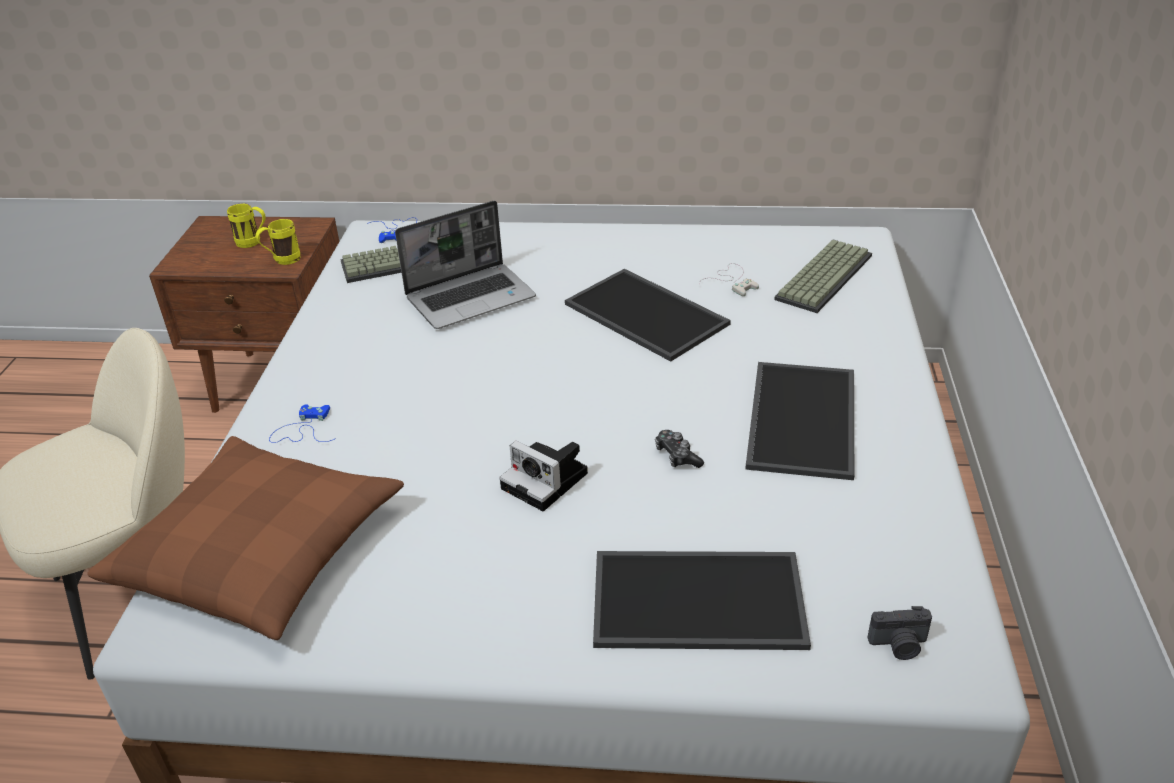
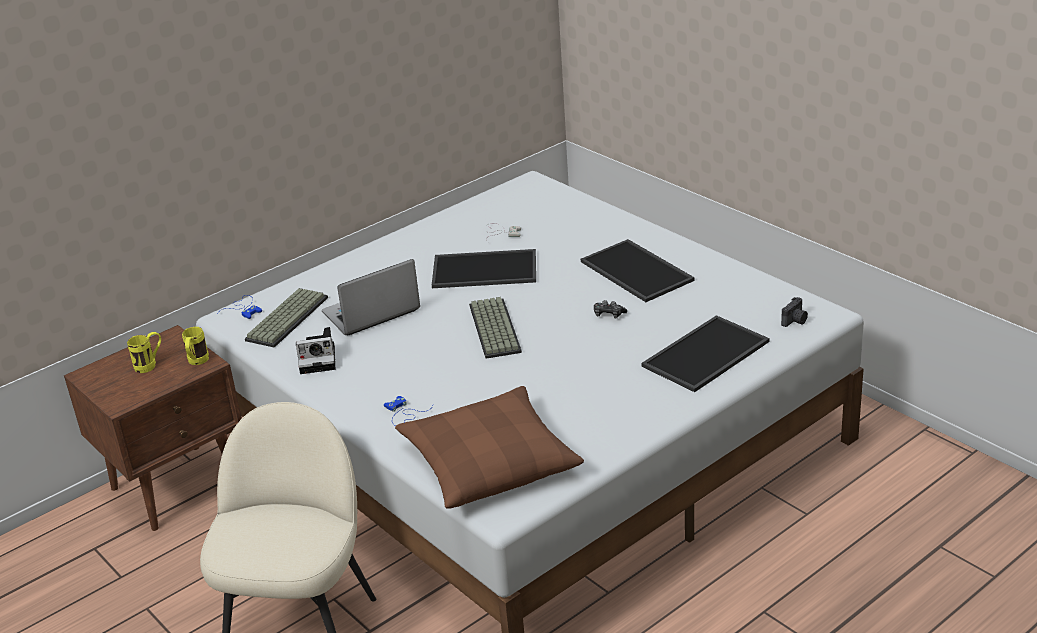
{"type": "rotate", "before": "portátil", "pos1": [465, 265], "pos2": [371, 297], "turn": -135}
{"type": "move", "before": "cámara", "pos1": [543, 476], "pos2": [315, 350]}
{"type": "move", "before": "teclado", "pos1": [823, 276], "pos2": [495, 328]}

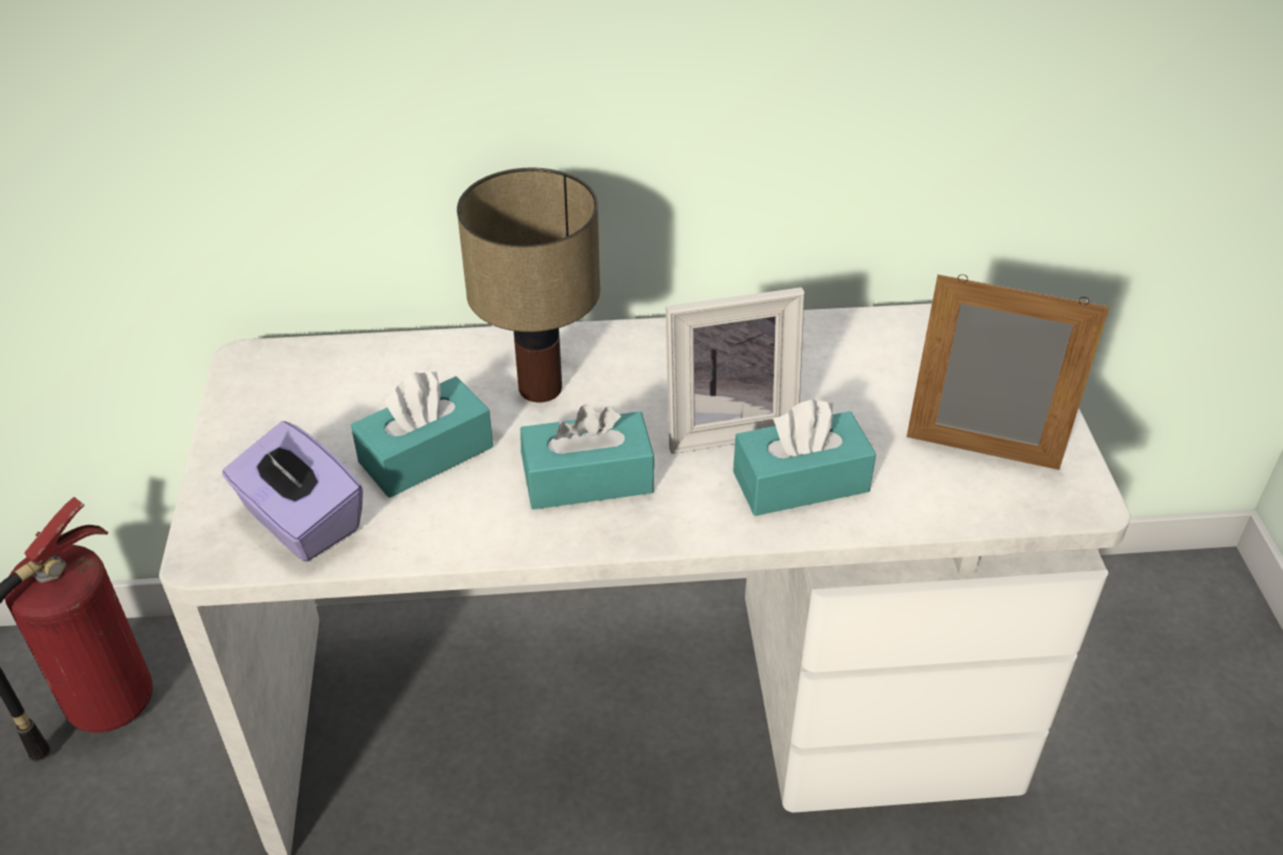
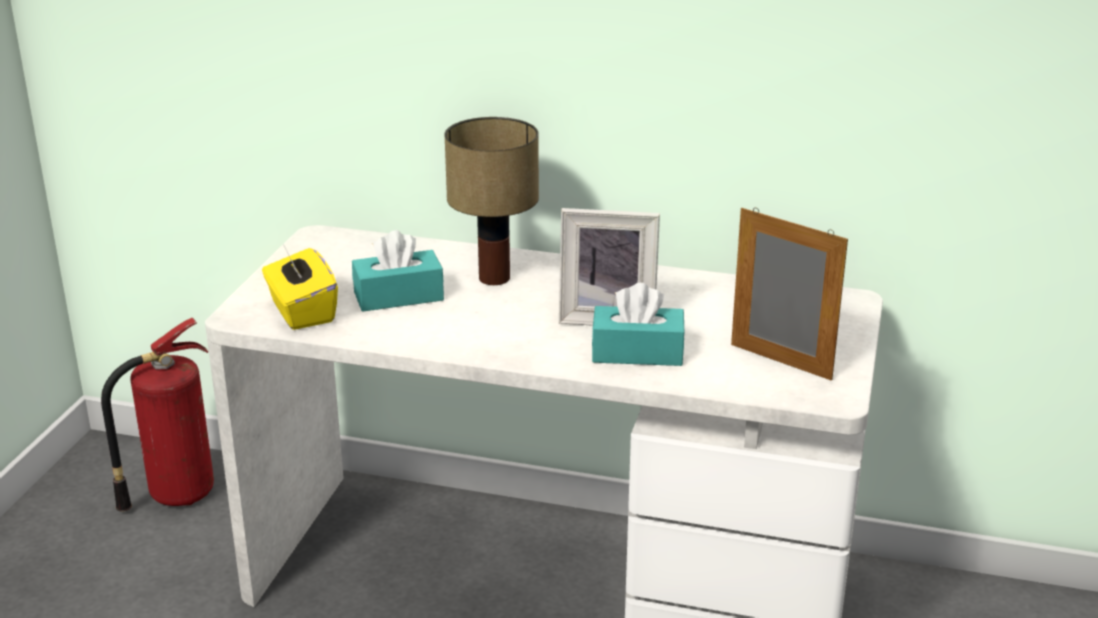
{"type": "recolor", "before": "caja de pañuelos [morado]", "after": "caja de pañuelos [amarillo]", "pos1": [292, 491], "pos2": [300, 287]}
{"type": "delete", "before": "caja de pañuelos [turquesa]", "pos1": [587, 457]}

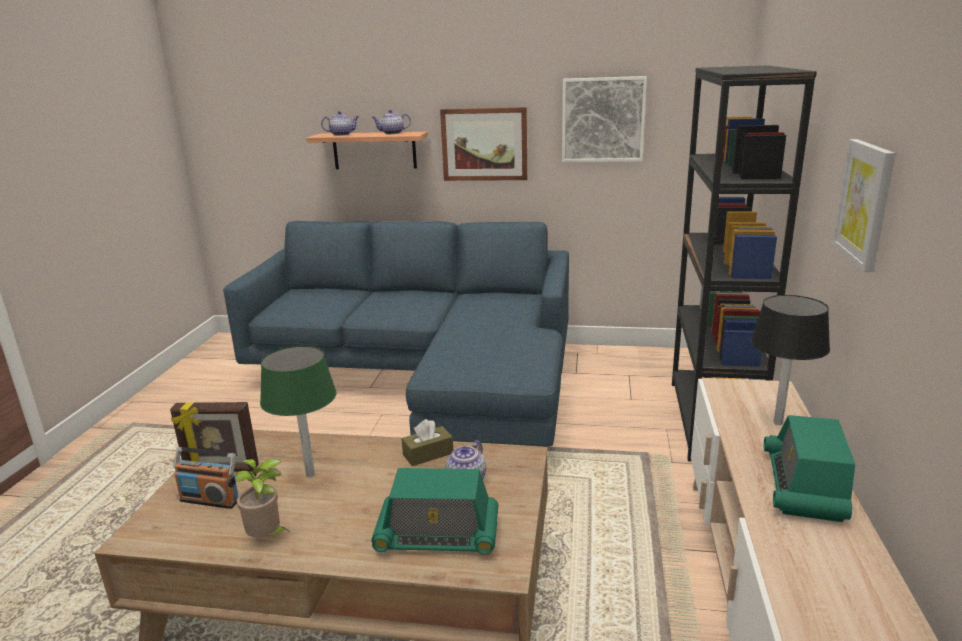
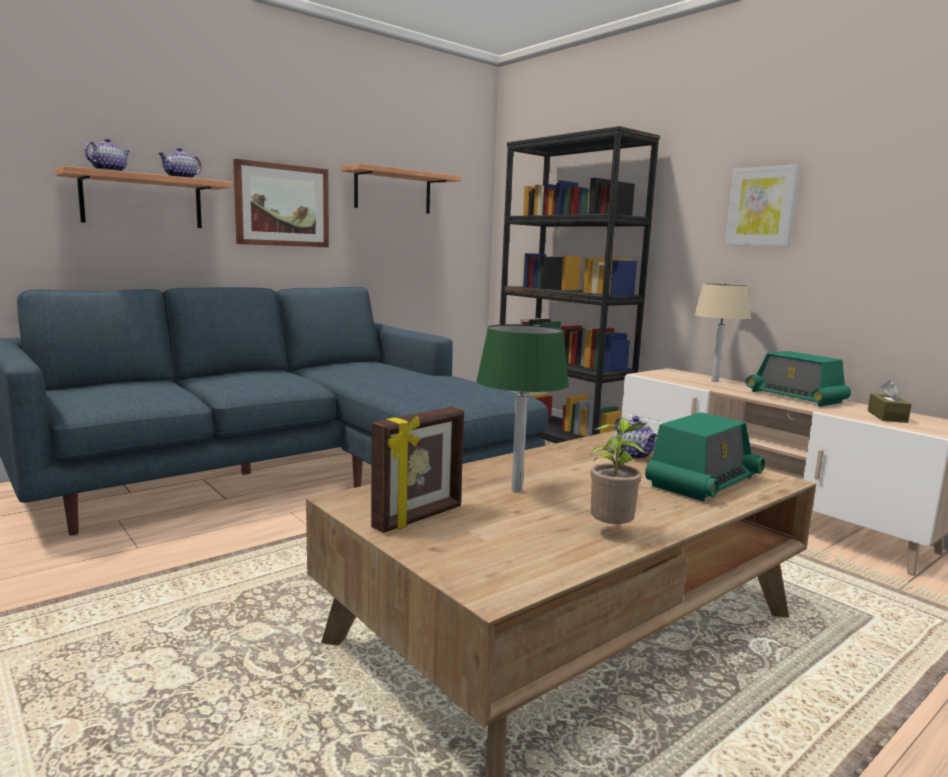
{"type": "delete", "before": "radio", "pos1": [206, 478]}
{"type": "move", "before": "caja de pañuelos [marrón]", "pos1": [427, 442], "pos2": [890, 401]}
{"type": "replace", "before": "cuadro", "after": "estante", "pos1": [604, 119], "pos2": [401, 188]}
{"type": "recolor", "before": "lámpara de mesa [negro]", "after": "lámpara de mesa [beis]", "pos1": [790, 360], "pos2": [722, 332]}

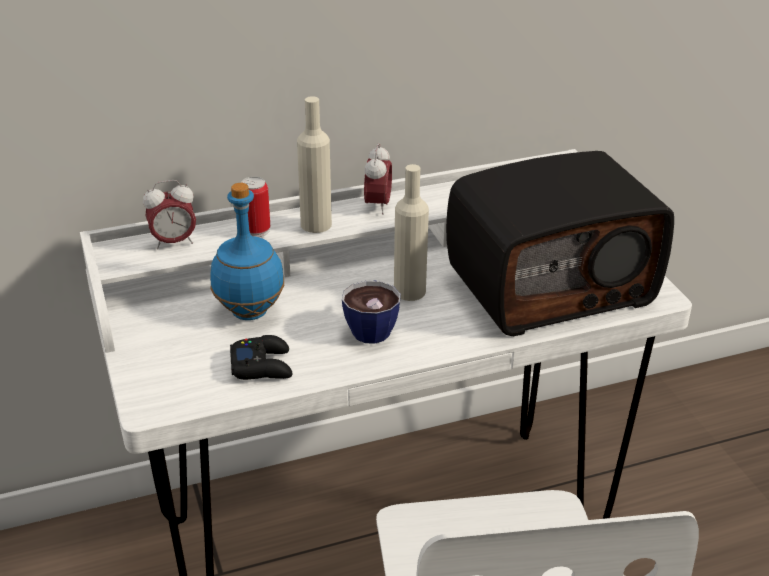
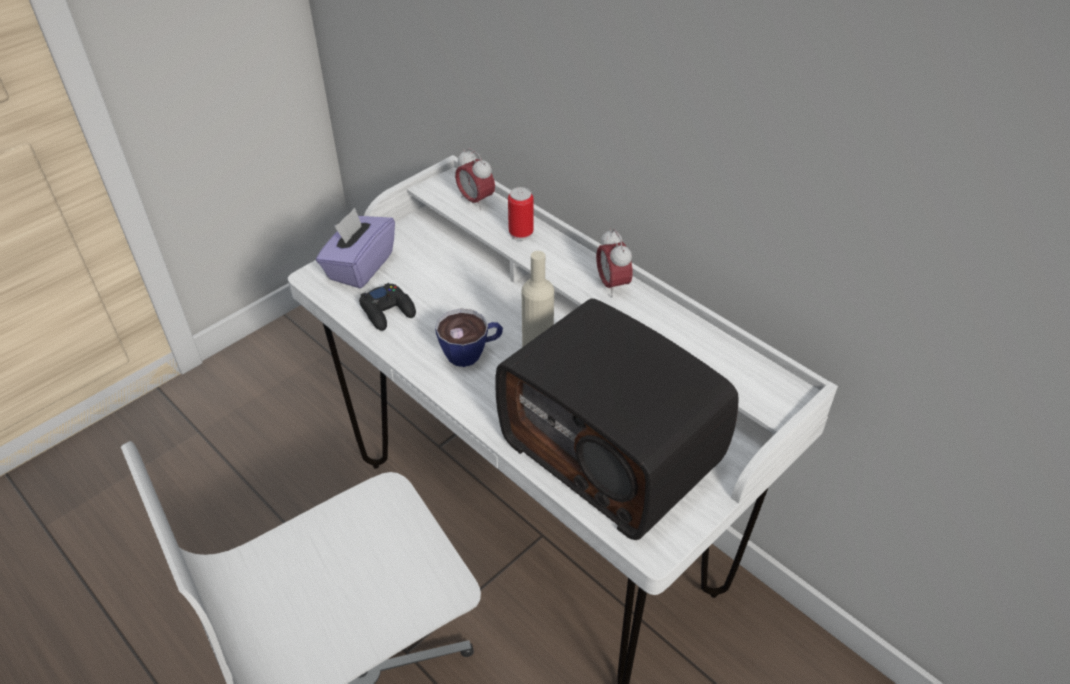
{"type": "delete", "before": "botella [azul]", "pos1": [247, 251]}
{"type": "delete", "before": "botella [beis]", "pos1": [314, 164]}
{"type": "rotate", "before": "despertador", "pos1": [378, 179], "pos2": [614, 262], "turn": 90}
{"type": "insert", "after": "caja de pañuelos [morado]", "pos2": [355, 248]}

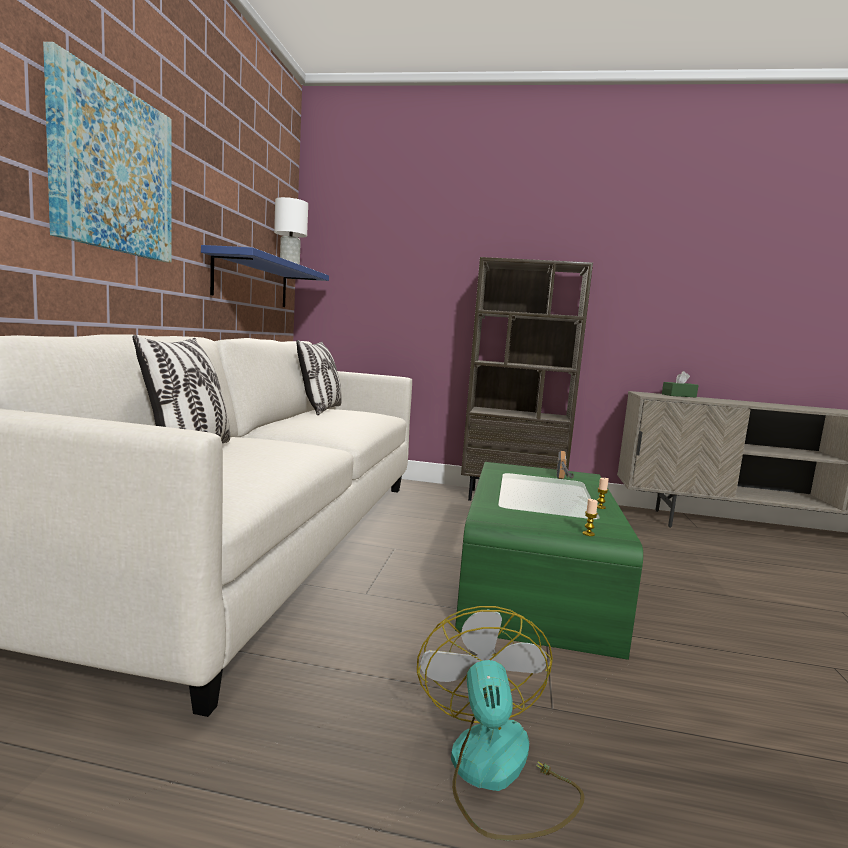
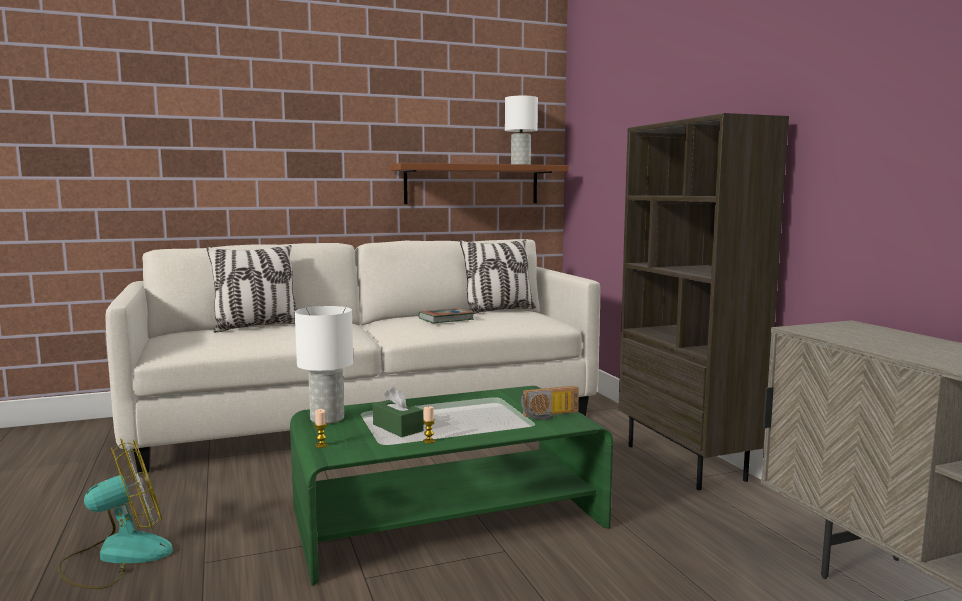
{"type": "delete", "before": "cuadro", "pos1": [107, 152]}
{"type": "recolor", "before": "estante [azul]", "after": "estante [marrón]", "pos1": [265, 276], "pos2": [479, 183]}
{"type": "move", "before": "caja de pañuelos [verde]", "pos1": [680, 384], "pos2": [398, 411]}
{"type": "insert", "after": "lámpara de mesa [blanco]", "pos2": [324, 365]}
{"type": "insert", "after": "libro", "pos2": [446, 315]}

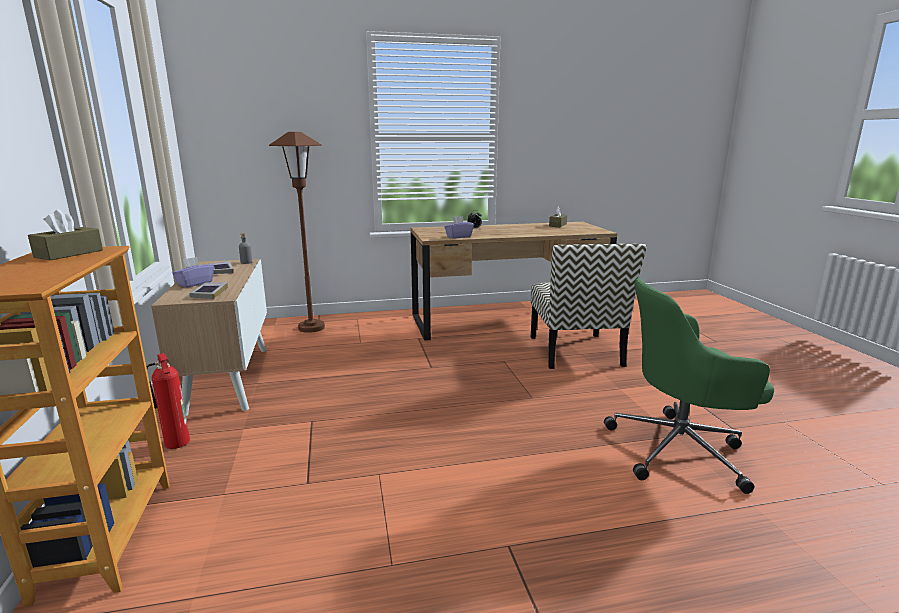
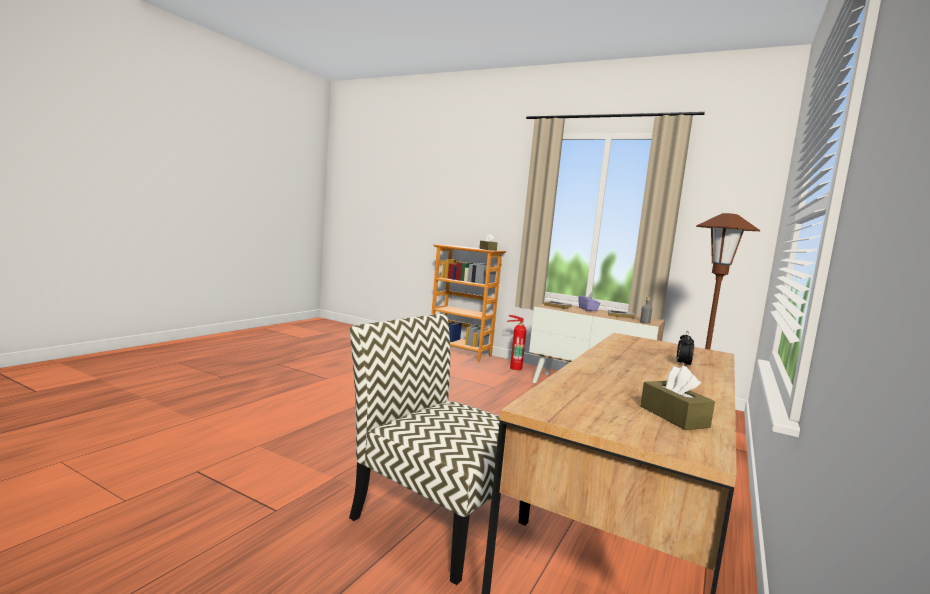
{"type": "delete", "before": "caja de pañuelos [morado]", "pos1": [459, 227]}
{"type": "delete", "before": "silla de oficina [verde]", "pos1": [689, 386]}

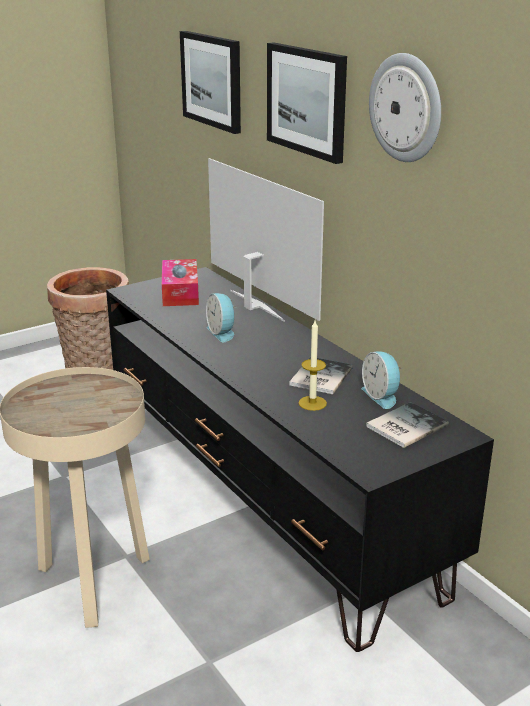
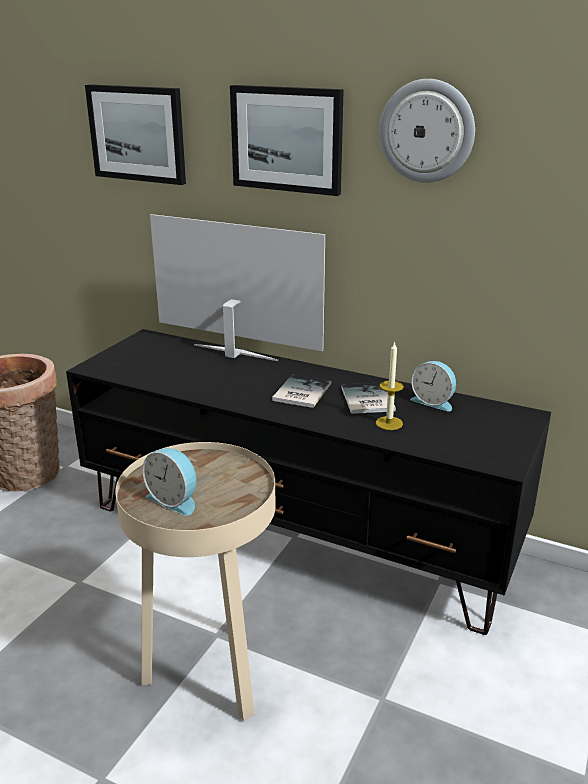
{"type": "delete", "before": "caja de pañuelos", "pos1": [180, 282]}
{"type": "move", "before": "despertador", "pos1": [221, 317], "pos2": [170, 482]}
{"type": "move", "before": "libro", "pos1": [407, 425], "pos2": [302, 391]}

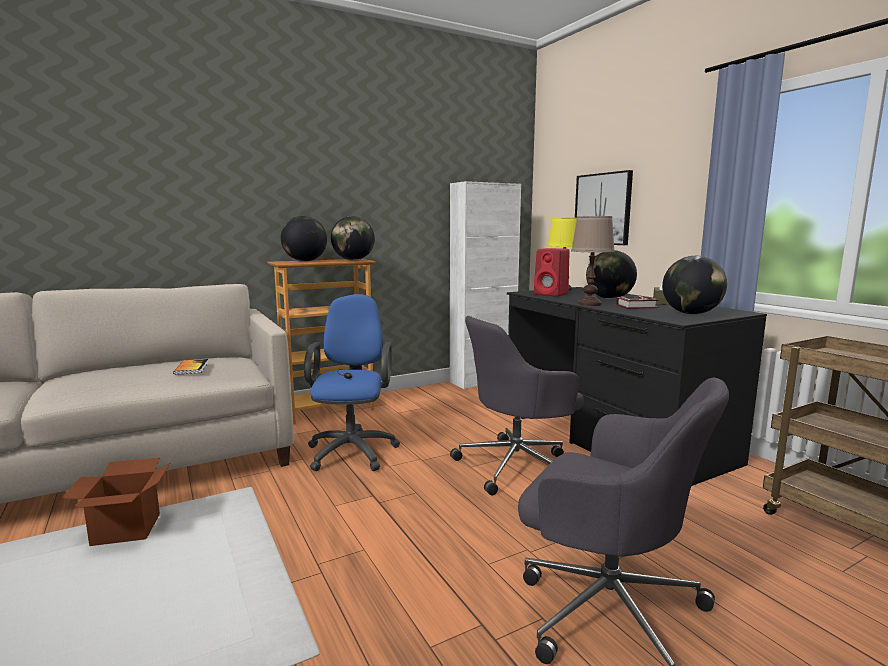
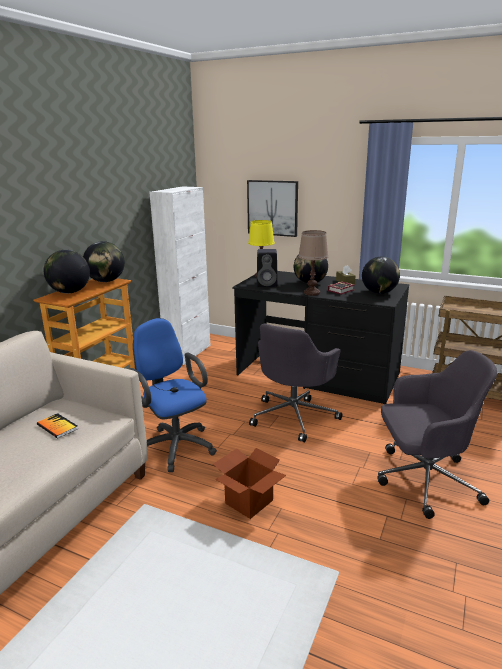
{"type": "move", "before": "caja de cartón", "pos1": [115, 502], "pos2": [249, 483]}
{"type": "recolor", "before": "altavoz [rojo]", "after": "altavoz [negro]", "pos1": [552, 272], "pos2": [267, 268]}

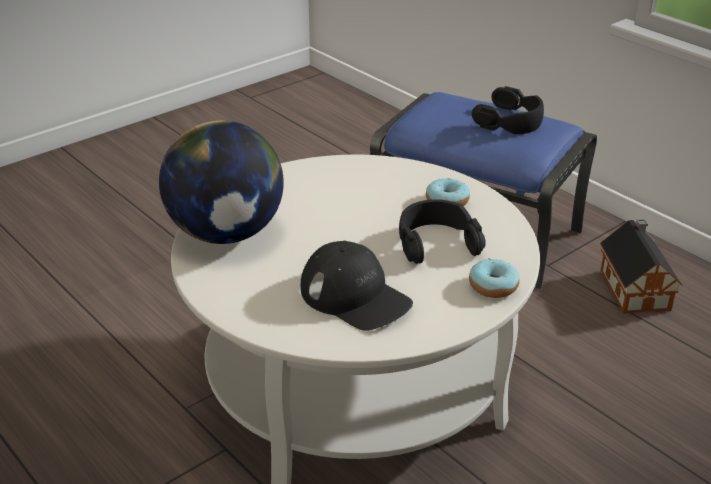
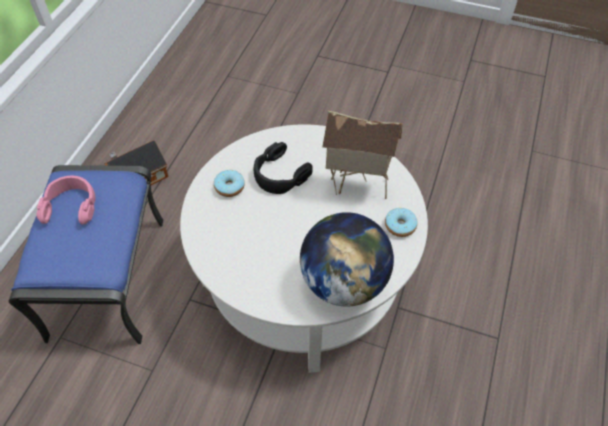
{"type": "replace", "before": "gorra [negro]", "after": "casita", "pos1": [357, 286], "pos2": [362, 154]}
{"type": "move", "before": "rosquilla", "pos1": [494, 278], "pos2": [401, 222]}
{"type": "recolor", "before": "auriculares [negro]", "after": "auriculares [rosa]", "pos1": [508, 110], "pos2": [65, 200]}

